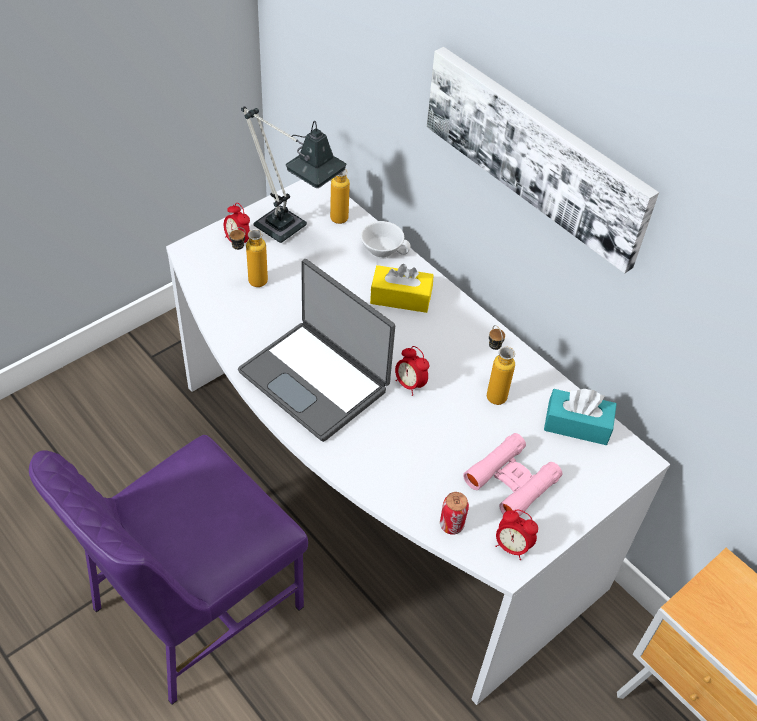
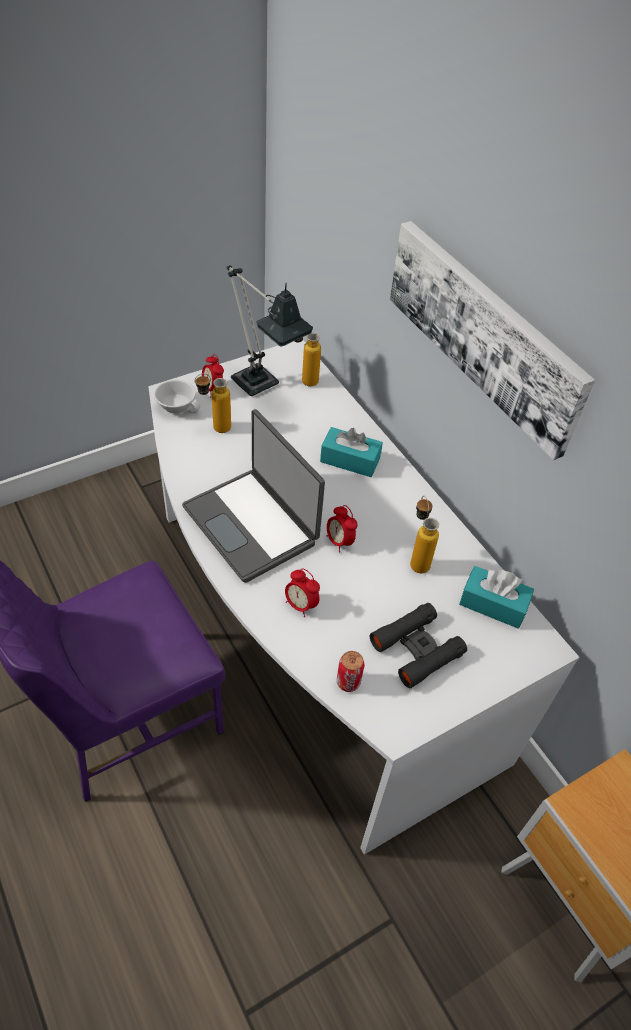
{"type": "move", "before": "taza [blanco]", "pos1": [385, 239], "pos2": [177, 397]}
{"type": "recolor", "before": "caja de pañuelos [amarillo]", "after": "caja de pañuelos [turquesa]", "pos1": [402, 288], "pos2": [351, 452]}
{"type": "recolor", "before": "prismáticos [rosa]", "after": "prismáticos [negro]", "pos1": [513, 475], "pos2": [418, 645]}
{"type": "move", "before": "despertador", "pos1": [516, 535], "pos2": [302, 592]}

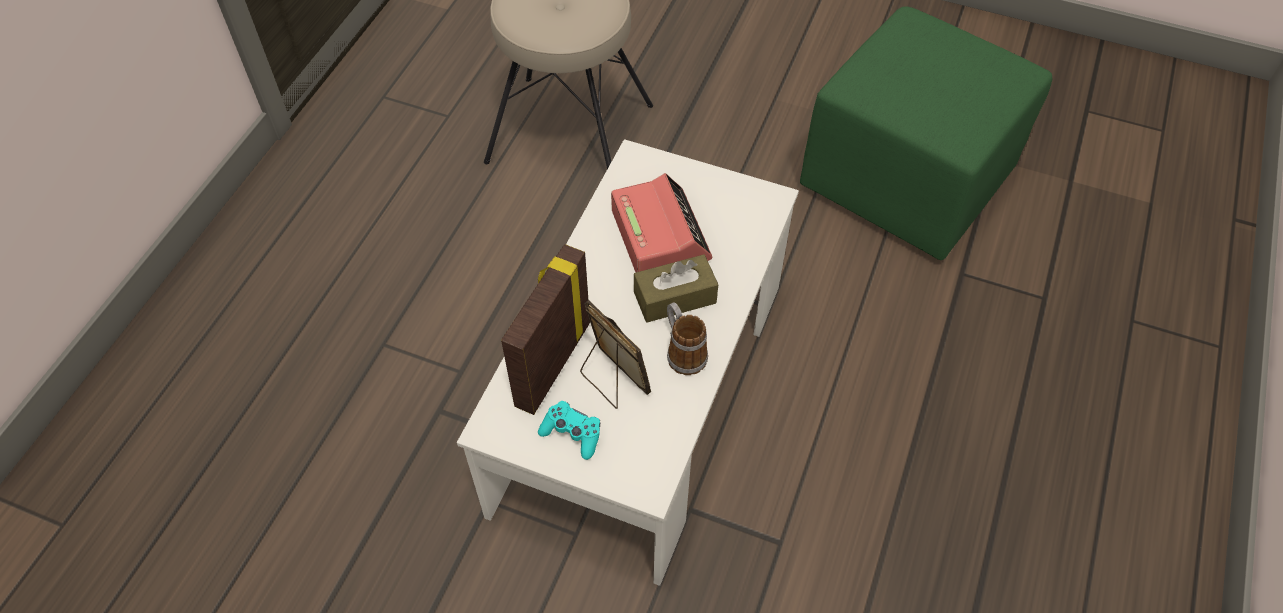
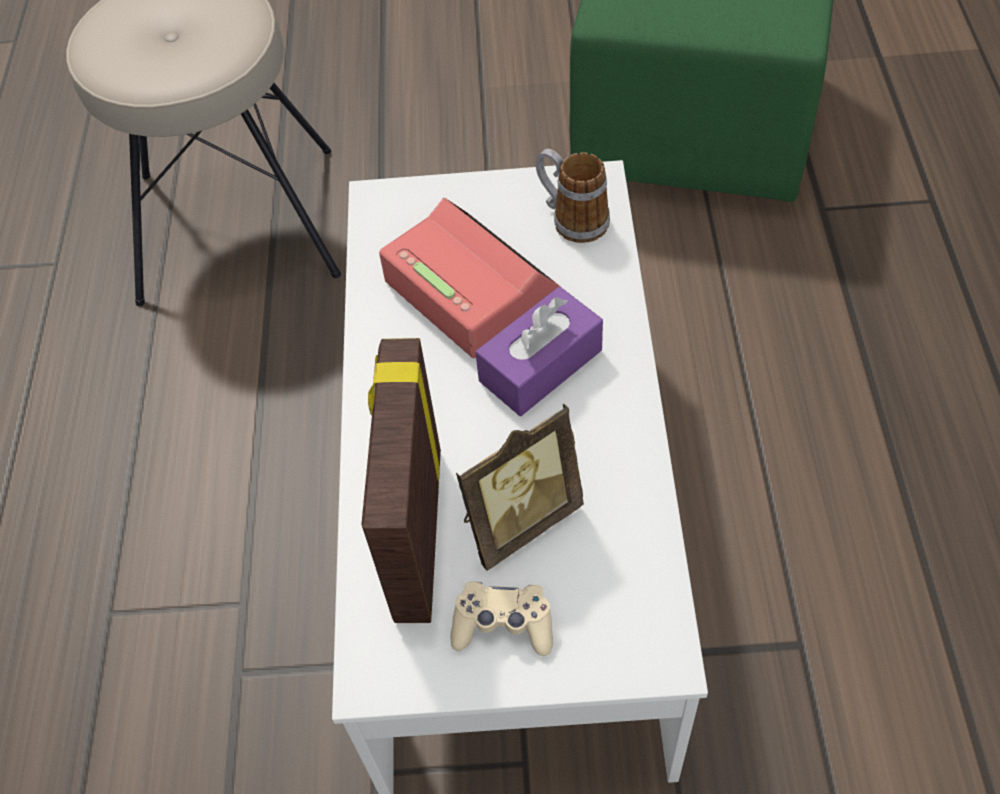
{"type": "recolor", "before": "mando de consola [turquesa]", "after": "mando de consola [beis]", "pos1": [569, 430], "pos2": [502, 618]}
{"type": "rotate", "before": "portarretratos", "pos1": [615, 354], "pos2": [520, 487], "turn": 120}
{"type": "recolor", "before": "caja de pañuelos [marrón]", "after": "caja de pañuelos [morado]", "pos1": [676, 289], "pos2": [539, 351]}
{"type": "move", "before": "taza grande", "pos1": [687, 338], "pos2": [573, 196]}

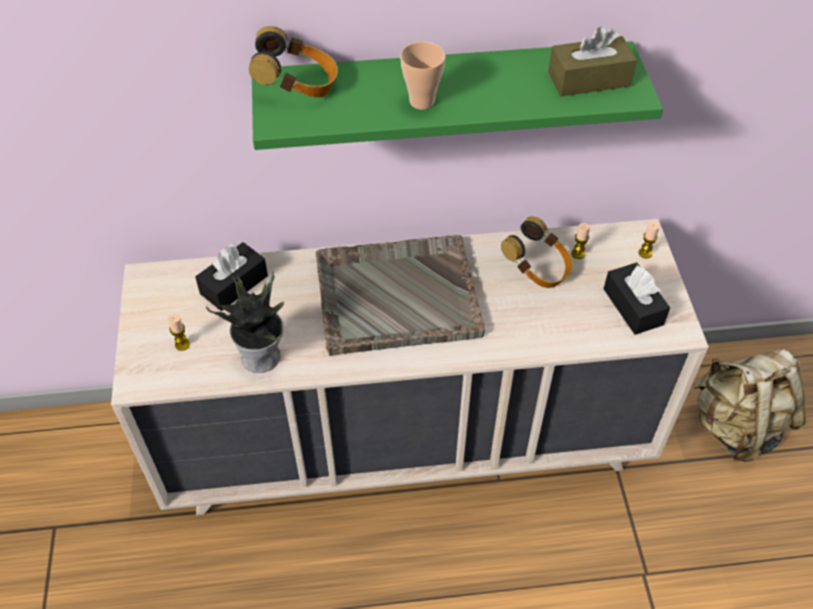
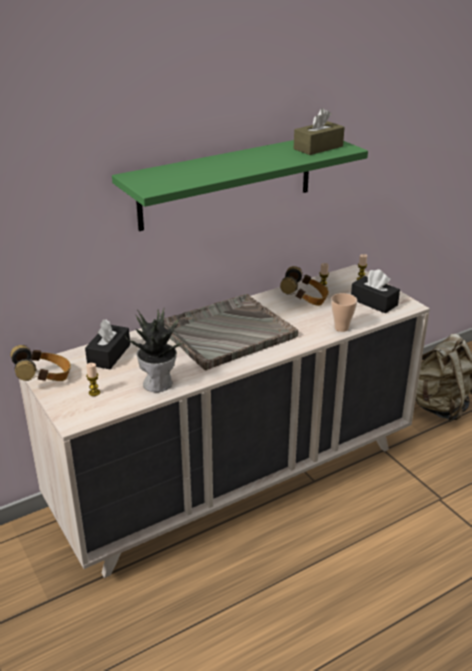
{"type": "move", "before": "auriculares", "pos1": [293, 62], "pos2": [40, 363]}
{"type": "move", "before": "taza", "pos1": [423, 76], "pos2": [344, 312]}

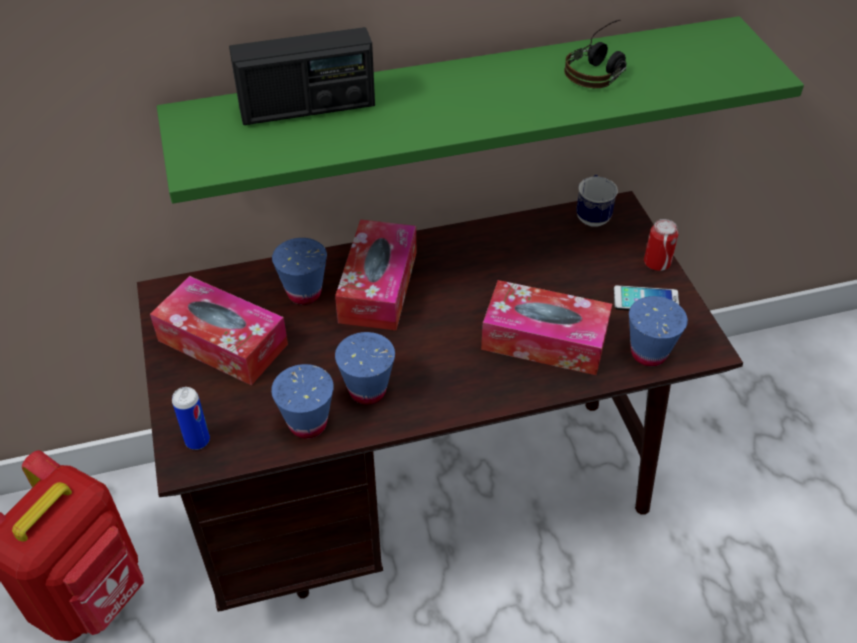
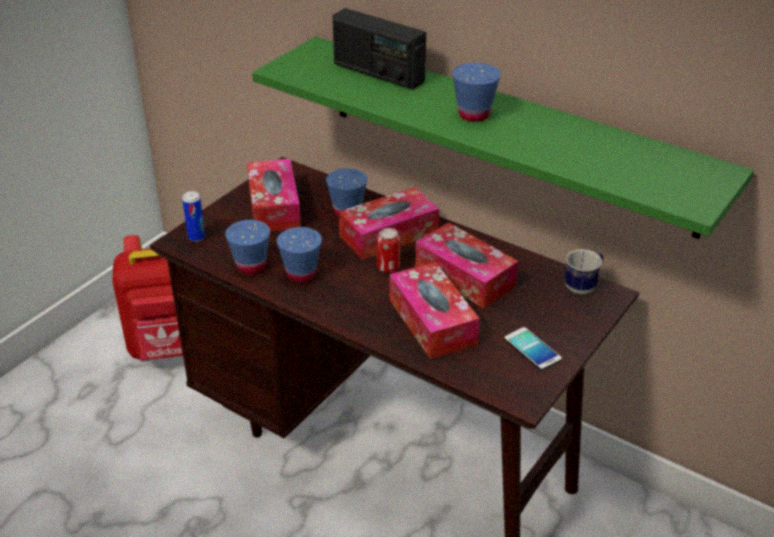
{"type": "delete", "before": "auriculares", "pos1": [595, 54]}
{"type": "move", "before": "taza [azul]", "pos1": [658, 331], "pos2": [476, 92]}
{"type": "move", "before": "lata", "pos1": [661, 245], "pos2": [388, 250]}
{"type": "insert", "after": "caja de pañuelos", "pos2": [467, 265]}

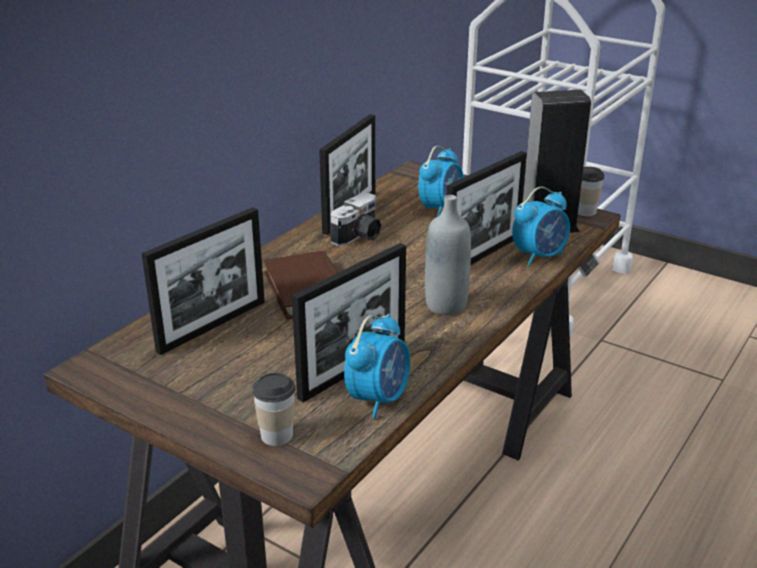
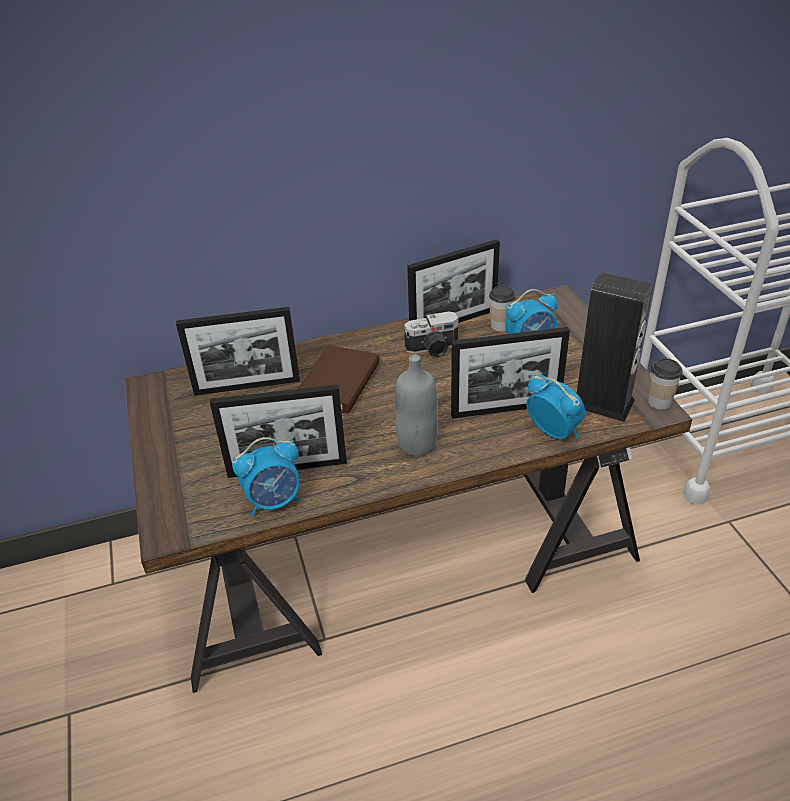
{"type": "move", "before": "taza", "pos1": [273, 409], "pos2": [502, 309]}
{"type": "rotate", "before": "despertador", "pos1": [541, 226], "pos2": [555, 407], "turn": -135}

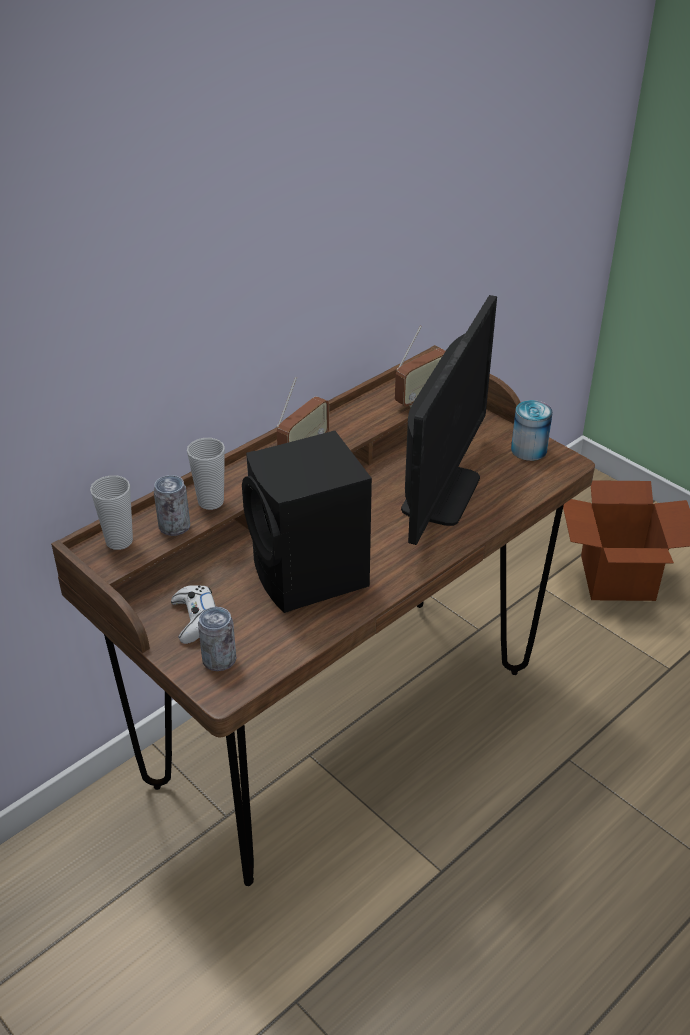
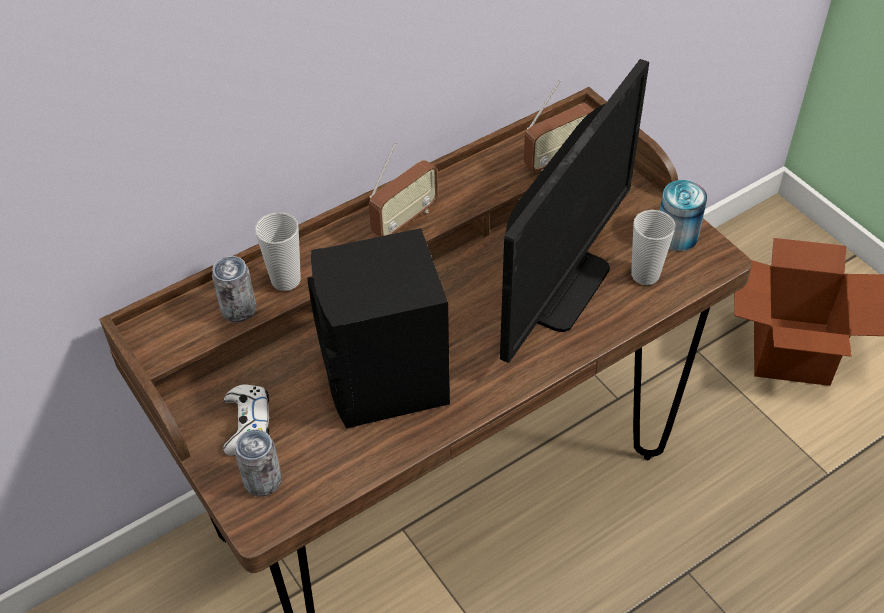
{"type": "move", "before": "taza", "pos1": [111, 512], "pos2": [653, 247]}

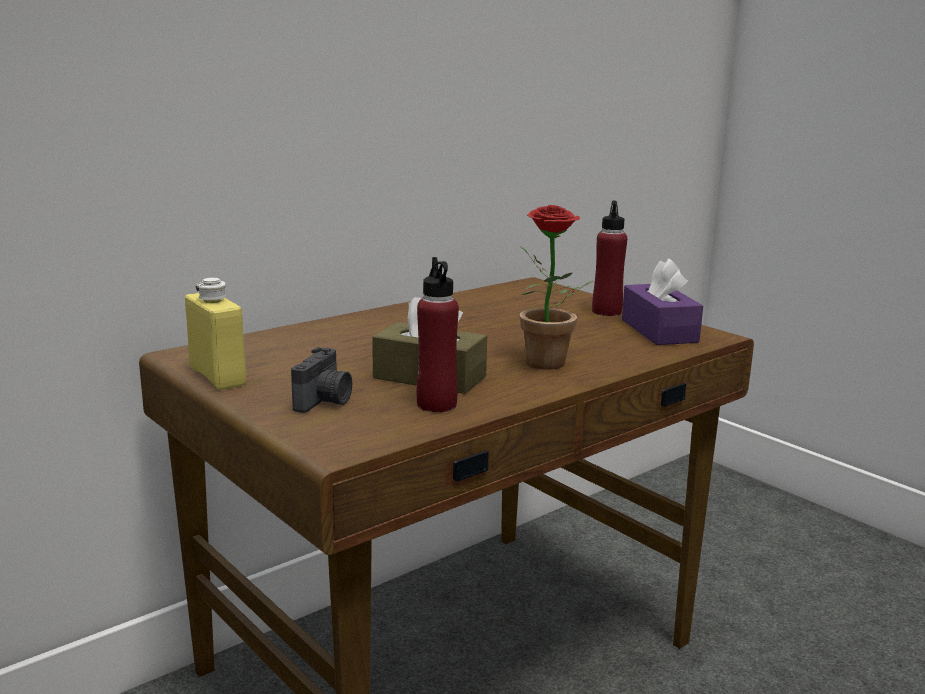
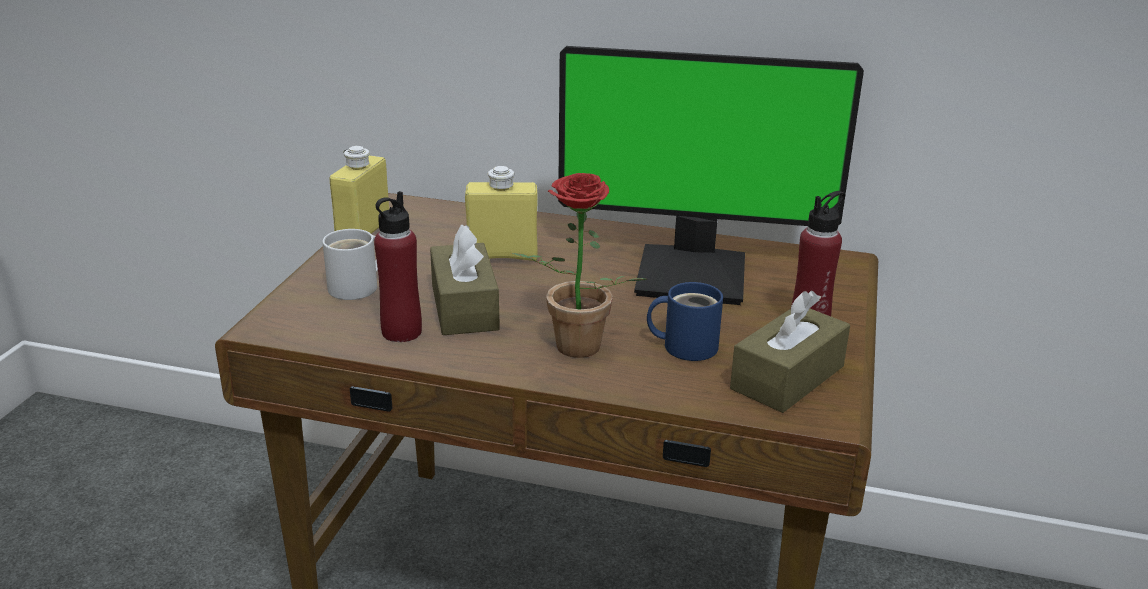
{"type": "replace", "before": "cámara", "after": "taza grande [blanco]", "pos1": [321, 380], "pos2": [350, 264]}
{"type": "recolor", "before": "caja de pañuelos [morado]", "after": "caja de pañuelos [marrón]", "pos1": [662, 302], "pos2": [790, 352]}
{"type": "insert", "after": "botella [amarillo]", "pos2": [501, 213]}
{"type": "insert", "after": "monitor", "pos2": [711, 175]}
{"type": "insert", "after": "taza grande [azul]", "pos2": [685, 321]}

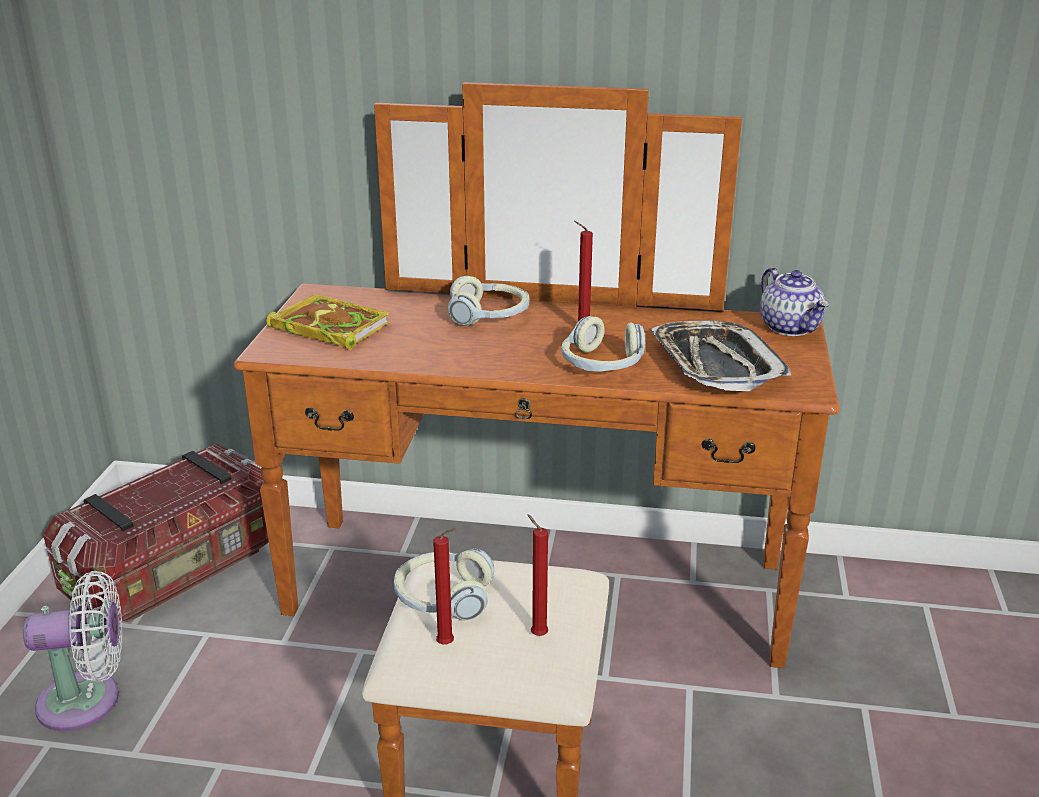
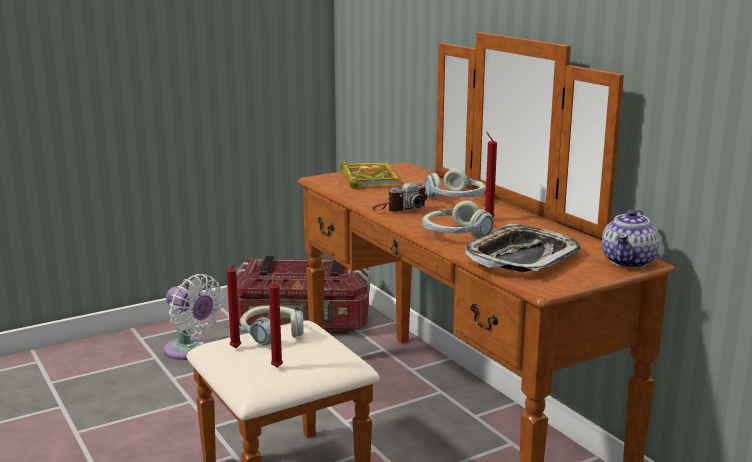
{"type": "insert", "after": "cámara", "pos2": [399, 197]}

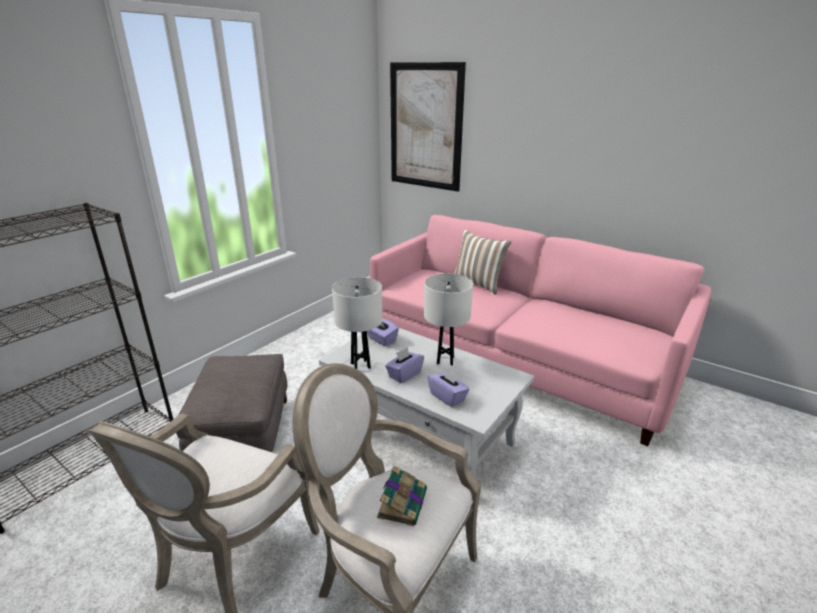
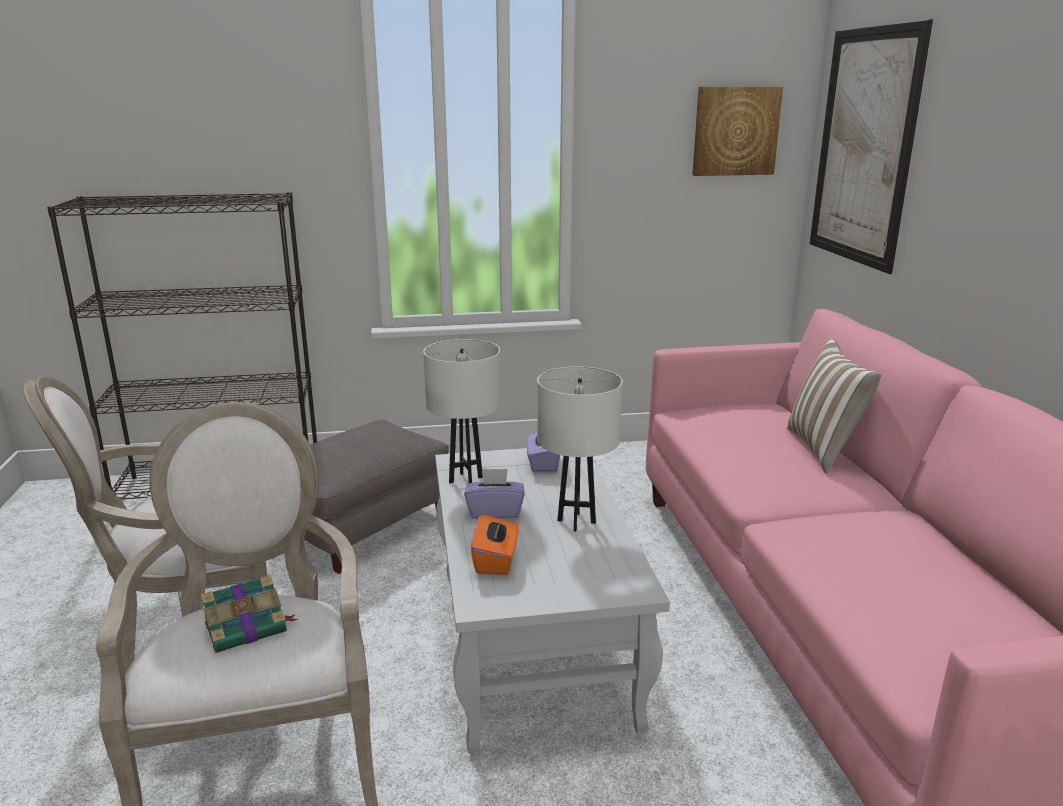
{"type": "recolor", "before": "caja de pañuelos [morado]", "after": "caja de pañuelos [naranja]", "pos1": [449, 387], "pos2": [495, 544]}
{"type": "insert", "after": "cuadro", "pos2": [737, 131]}

